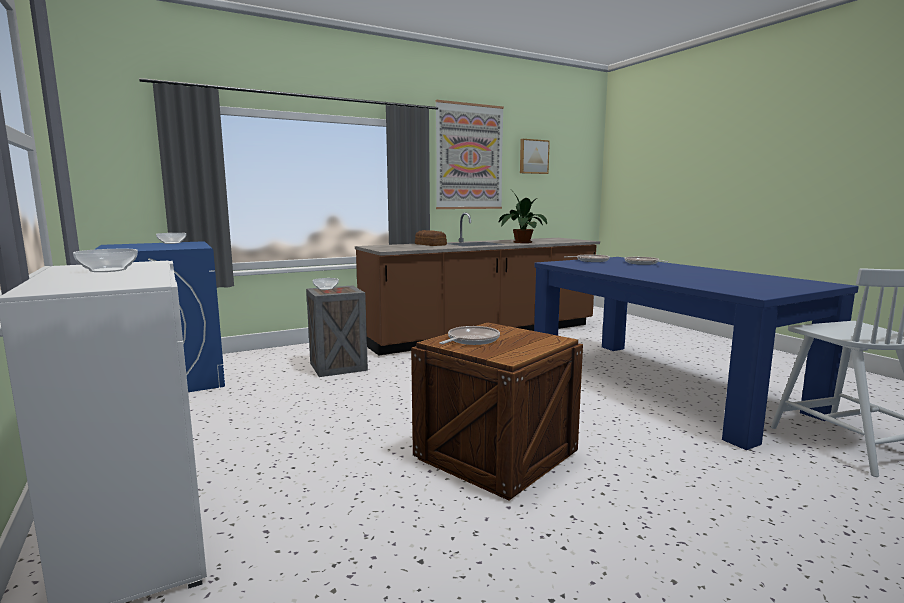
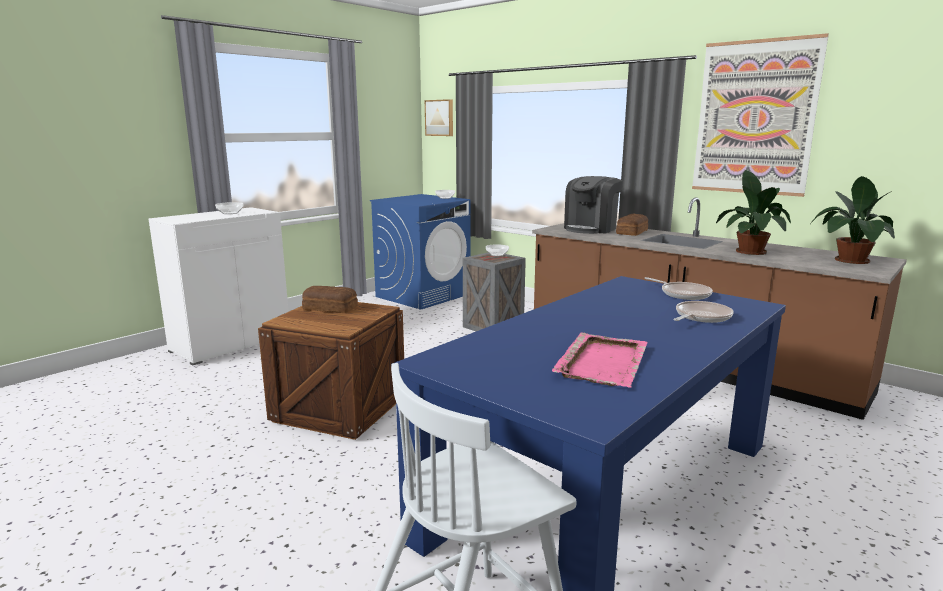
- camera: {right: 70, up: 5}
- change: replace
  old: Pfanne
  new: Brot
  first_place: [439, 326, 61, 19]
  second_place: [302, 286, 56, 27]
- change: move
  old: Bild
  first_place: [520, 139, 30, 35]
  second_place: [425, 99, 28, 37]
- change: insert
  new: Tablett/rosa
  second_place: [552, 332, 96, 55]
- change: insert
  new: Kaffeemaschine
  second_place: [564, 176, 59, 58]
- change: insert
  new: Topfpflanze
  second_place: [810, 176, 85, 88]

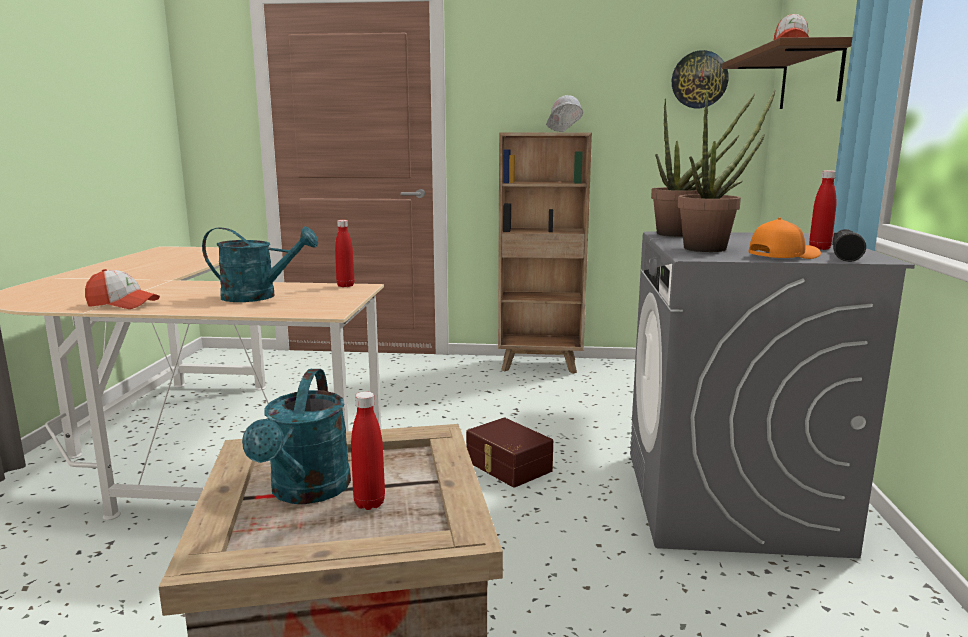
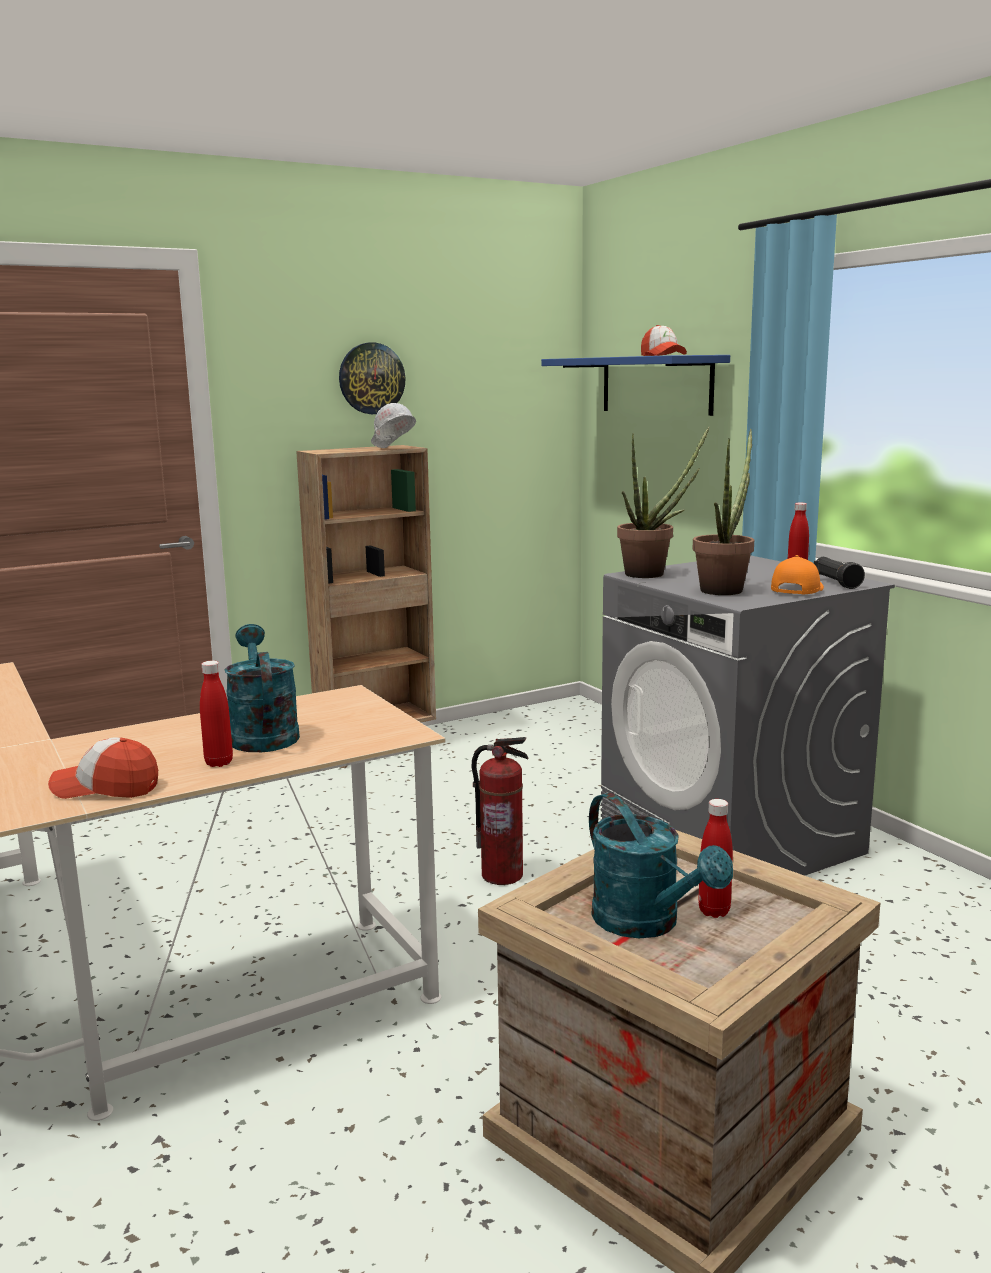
- camera: {right: -35, up: 0}
- change: rotate
  old: Kappe
  first_place: [85, 269, 75, 40]
  second_place: [48, 737, 110, 62]
  degrees: -150
- change: rotate
  old: Gießkanne/türkis
  first_place: [202, 227, 116, 75]
  second_place: [225, 624, 75, 128]
  degrees: -75
- change: move
  old: Flasche/rot
  first_place: [335, 220, 19, 67]
  second_place: [200, 661, 33, 106]
- change: replace
  old: Aufbewahrungsbox/braun
  new: Feuerlöscher
  first_place: [466, 417, 87, 71]
  second_place: [472, 737, 57, 148]
- change: move
  old: Wanduhr
  first_place: [672, 50, 57, 58]
  second_place: [339, 343, 66, 71]
- change: recolor
  old: Wandregal/braun
  new: Wandregal/blau
  first_place: [722, 37, 130, 72]
  second_place: [541, 355, 189, 61]

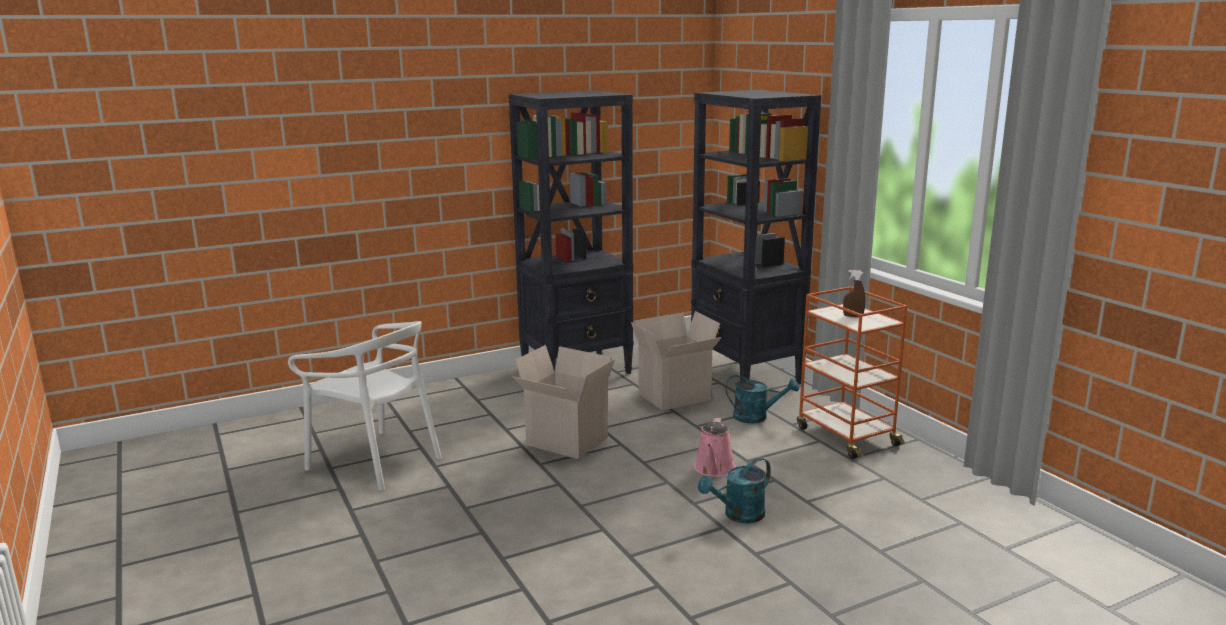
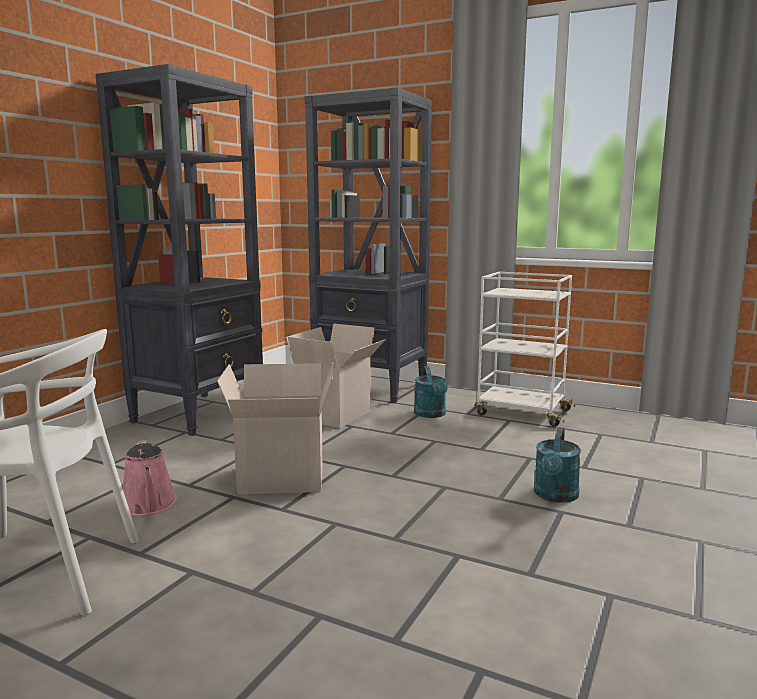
- camera: {right: -35, up: -5}
- change: move
  old: Gießkanne/rosa
  first_place: [694, 418, 42, 59]
  second_place: [123, 440, 54, 76]
- change: rotate
  old: Gießkanne/türkis
  first_place: [726, 375, 73, 48]
  second_place: [414, 366, 34, 52]
  degrees: 105
- change: recolor
  old: Rollwagen/orange
  new: Rollwagen/weiß
  first_place: [797, 286, 110, 173]
  second_place: [475, 272, 100, 155]
- change: delete
  old: Sprühflasche/braun
  first_place: [843, 270, 22, 47]

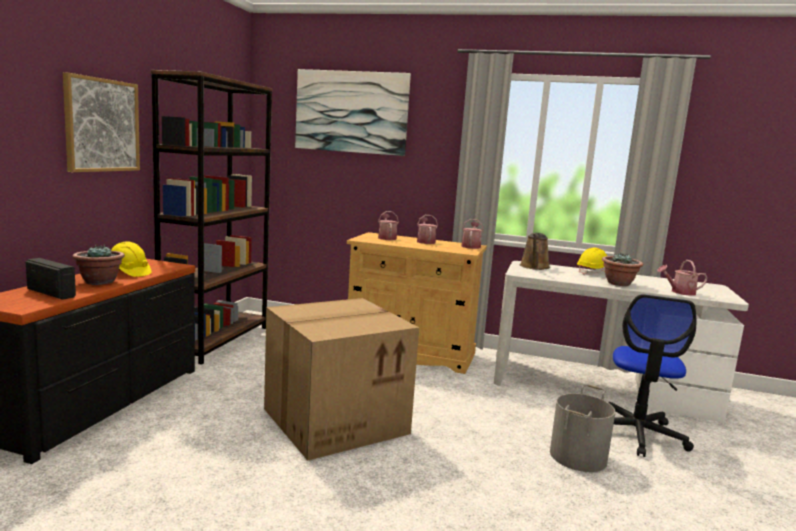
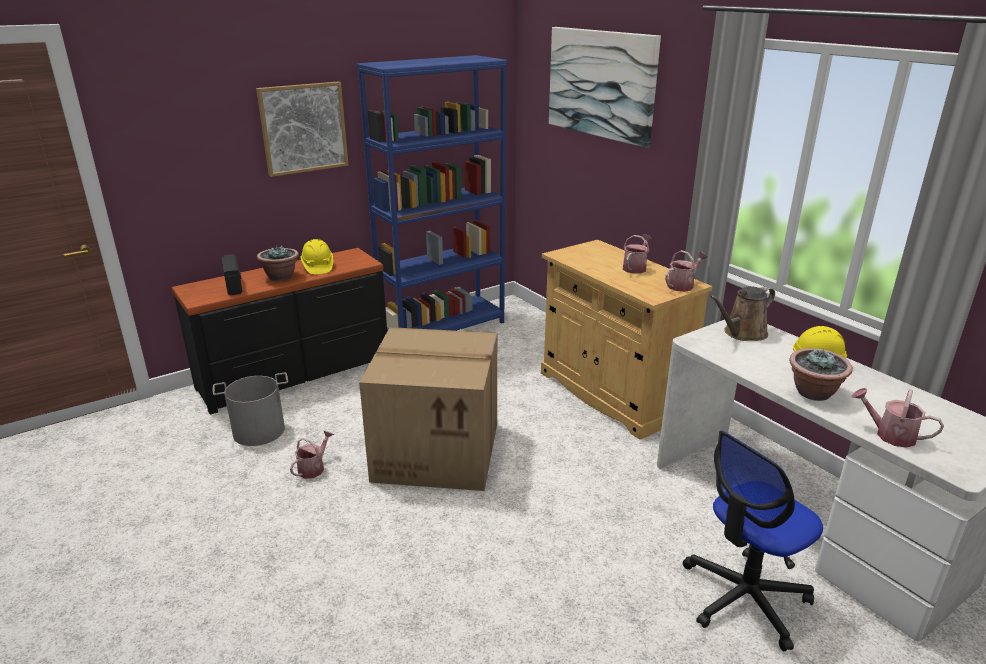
- camera: {right: 40, up: 15}
- change: recolor
  old: Bücherregal/braun
  new: Bücherregal/blau
  first_place: [151, 70, 122, 295]
  second_place: [357, 55, 150, 276]
- change: move
  old: Gießkanne
  first_place: [378, 211, 21, 29]
  second_place: [290, 430, 44, 49]
- change: move
  old: Eimer/grau
  first_place: [550, 384, 65, 88]
  second_place: [213, 373, 75, 73]

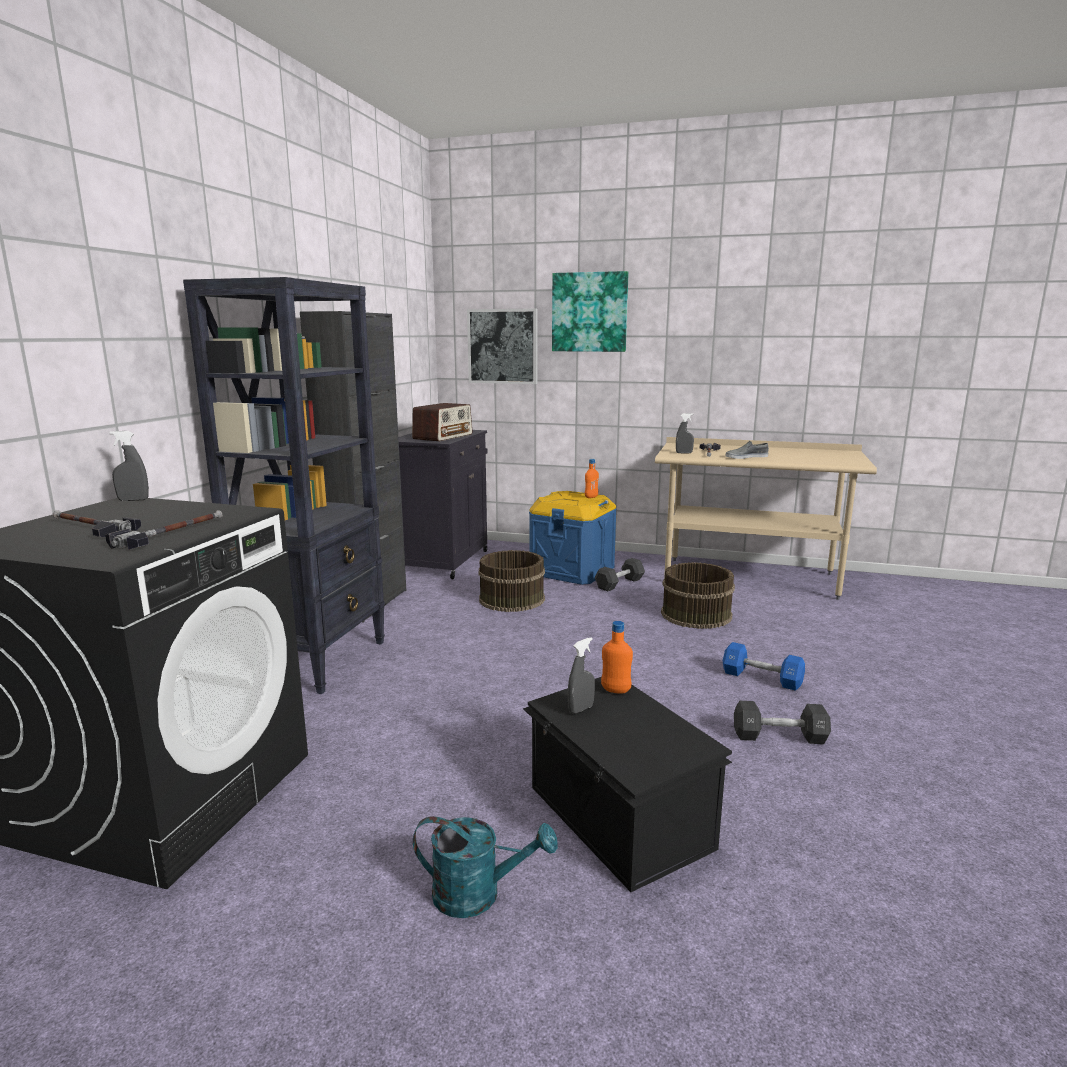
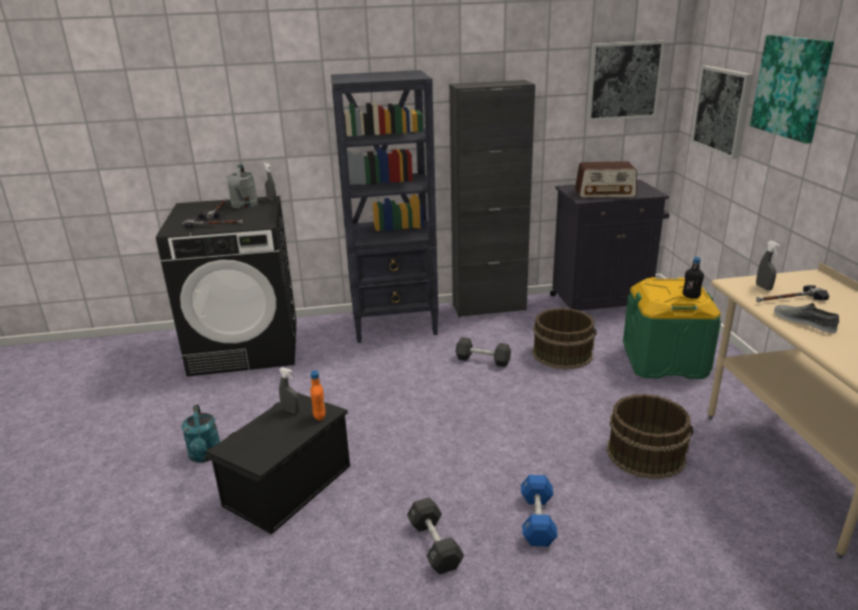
- camera: {right: 65, up: 10}
- change: recolor
  old: Aufbewahrungsbox/blau
  new: Aufbewahrungsbox/grün
  first_place: [529, 491, 88, 94]
  second_place: [623, 277, 98, 102]
- change: recolor
  old: Flasche/orange
  new: Flasche/schwarz
  first_place: [585, 459, 14, 39]
  second_place: [683, 257, 21, 42]
- change: move
  old: Hantel/schwarz
  first_place: [595, 558, 50, 33]
  second_place: [456, 337, 55, 30]
- change: insert
  new: Gießkanne/grau
  second_place: [226, 164, 32, 44]
- change: insert
  new: Bild
  second_place: [586, 41, 79, 80]

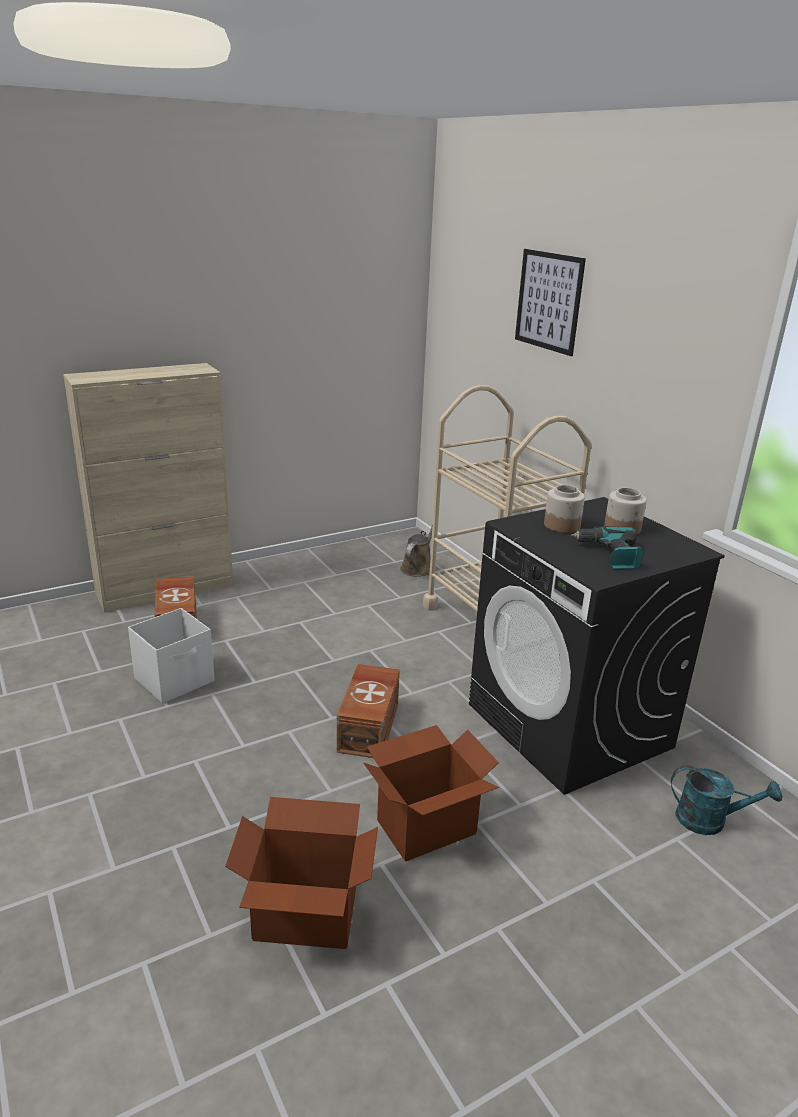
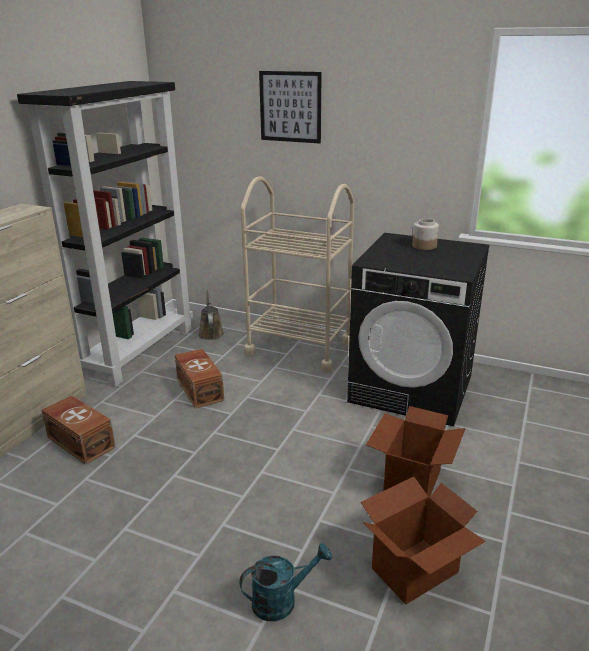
- camera: {right: -35, up: 0}
- change: delete
  old: Aufbewahrungsbox/weiß
  first_place: [128, 608, 87, 96]
- change: move
  old: Aufbewahrungsbox/braun
  first_place: [337, 664, 63, 94]
  second_place: [175, 349, 49, 60]
- change: delete
  old: Vorratsglas
  first_place: [544, 485, 41, 48]
- change: delete
  old: Bohrmaschine
  first_place: [571, 526, 72, 44]
- change: move
  old: Gießkanne/türkis
  first_place: [671, 765, 111, 70]
  second_place: [239, 543, 93, 78]
- change: insert
  new: Bücherregal/schwarz
  second_place: [17, 81, 176, 306]

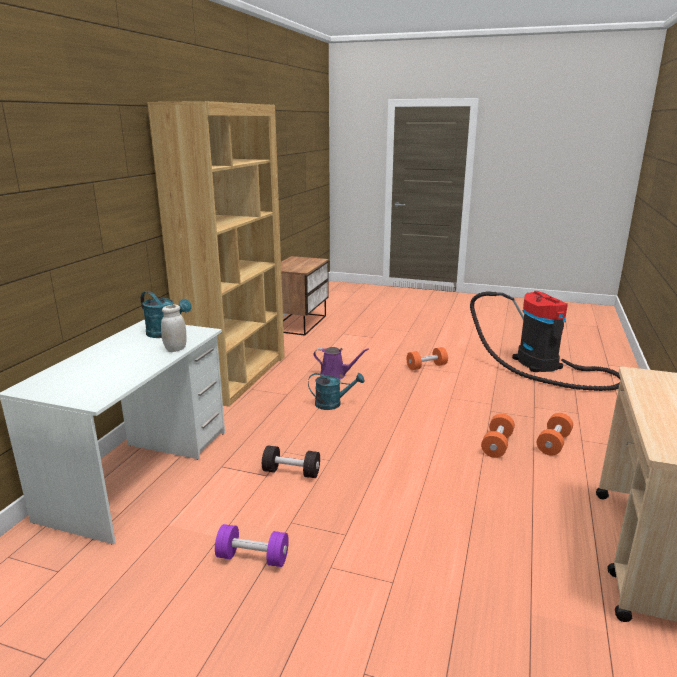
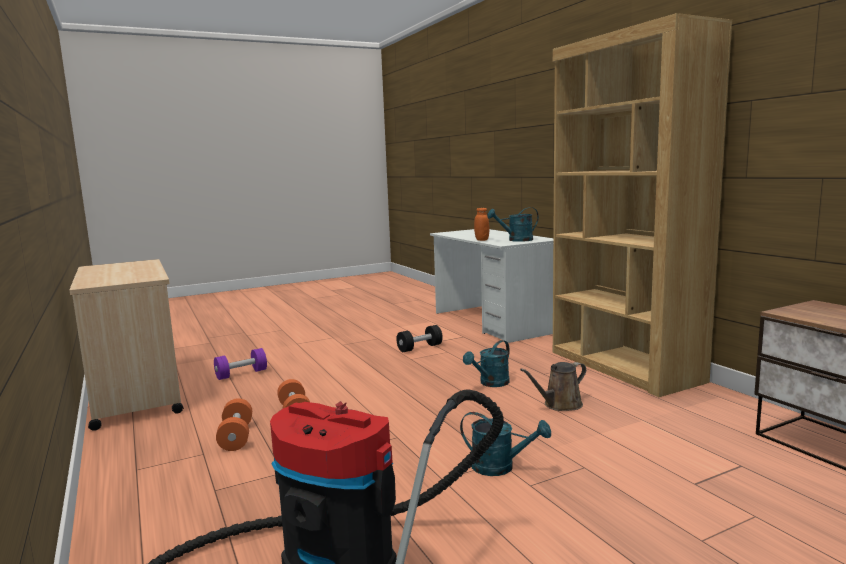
- camera: {right: 135, up: -10}
- change: recolor
  old: Vorratsglas/weiß
  new: Vorratsglas/orange
  first_place: [161, 305, 26, 47]
  second_place: [474, 208, 15, 33]
- change: move
  old: Hantel/lila
  first_place: [215, 524, 74, 43]
  second_place: [214, 348, 53, 32]
- change: recolor
  old: Gießkanne/lila
  new: Gießkanne/braun
  first_place: [313, 347, 56, 32]
  second_place: [520, 362, 66, 49]
- change: replace
  old: Hantel/orange
  new: Gießkanne/türkis
  first_place: [407, 347, 41, 23]
  second_place: [460, 412, 91, 64]

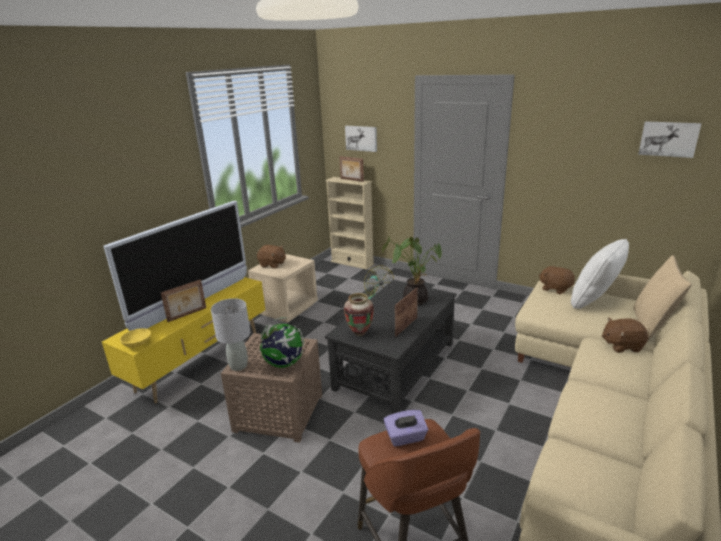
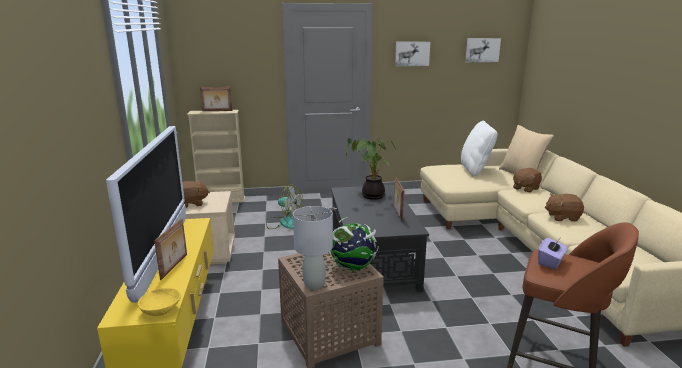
- camera: {right: -40, up: -5}
- change: delete
  old: Vase
  first_place: [344, 293, 30, 43]
- change: move
  old: Bild
  first_place: [345, 126, 32, 26]
  second_place: [395, 42, 35, 24]
- change: move
  old: Plüschtier/braun
  first_place: [539, 265, 36, 29]
  second_place: [545, 193, 39, 29]

